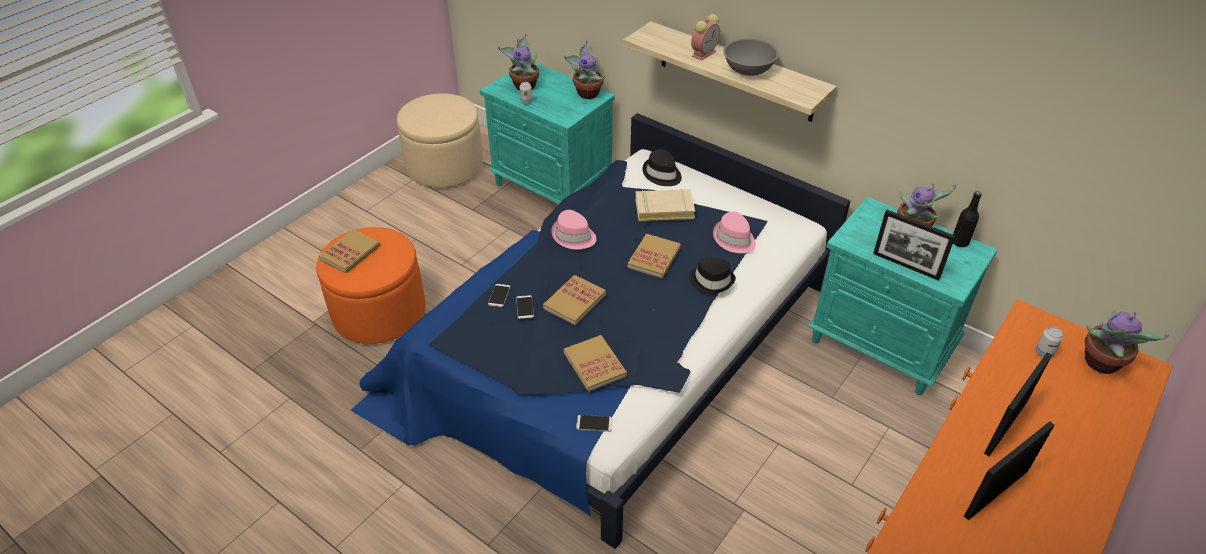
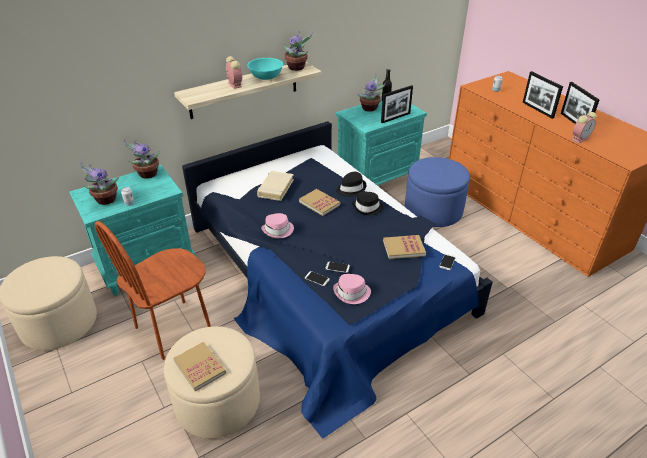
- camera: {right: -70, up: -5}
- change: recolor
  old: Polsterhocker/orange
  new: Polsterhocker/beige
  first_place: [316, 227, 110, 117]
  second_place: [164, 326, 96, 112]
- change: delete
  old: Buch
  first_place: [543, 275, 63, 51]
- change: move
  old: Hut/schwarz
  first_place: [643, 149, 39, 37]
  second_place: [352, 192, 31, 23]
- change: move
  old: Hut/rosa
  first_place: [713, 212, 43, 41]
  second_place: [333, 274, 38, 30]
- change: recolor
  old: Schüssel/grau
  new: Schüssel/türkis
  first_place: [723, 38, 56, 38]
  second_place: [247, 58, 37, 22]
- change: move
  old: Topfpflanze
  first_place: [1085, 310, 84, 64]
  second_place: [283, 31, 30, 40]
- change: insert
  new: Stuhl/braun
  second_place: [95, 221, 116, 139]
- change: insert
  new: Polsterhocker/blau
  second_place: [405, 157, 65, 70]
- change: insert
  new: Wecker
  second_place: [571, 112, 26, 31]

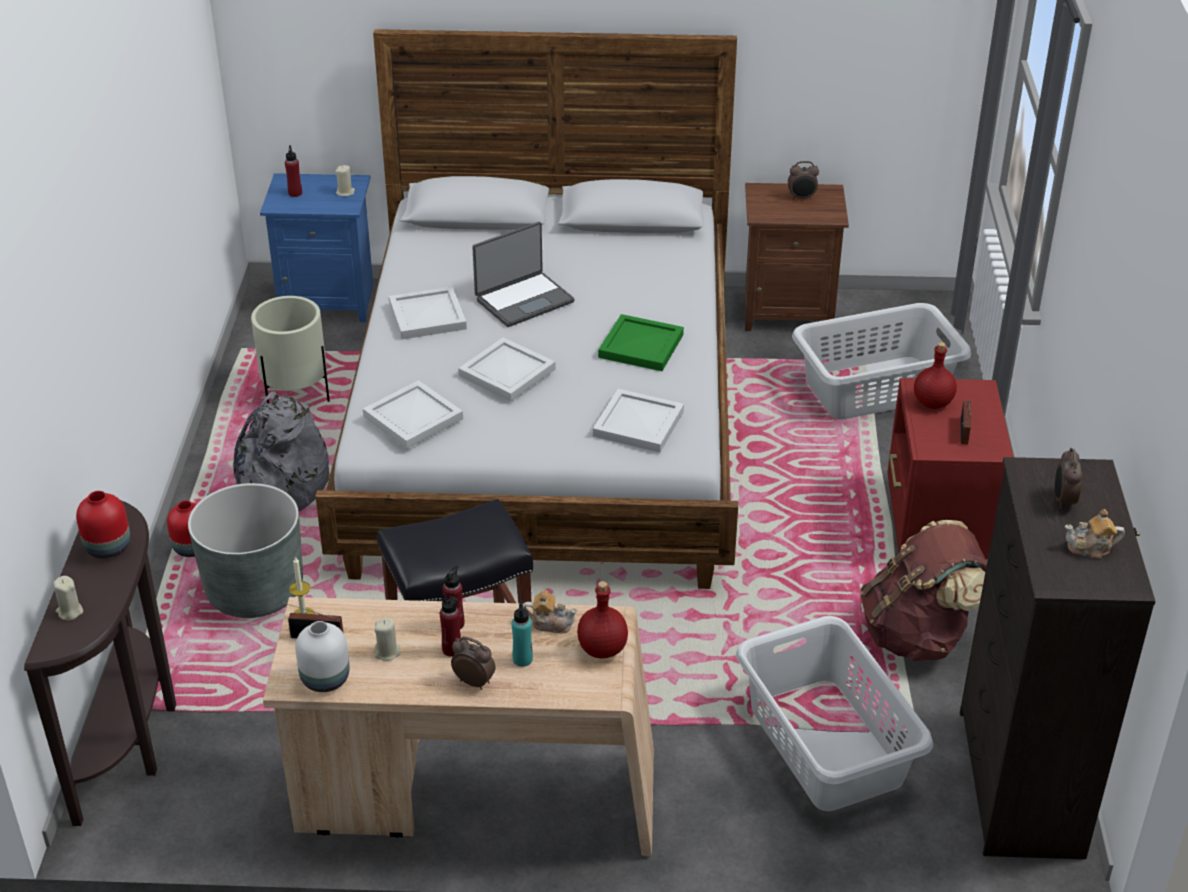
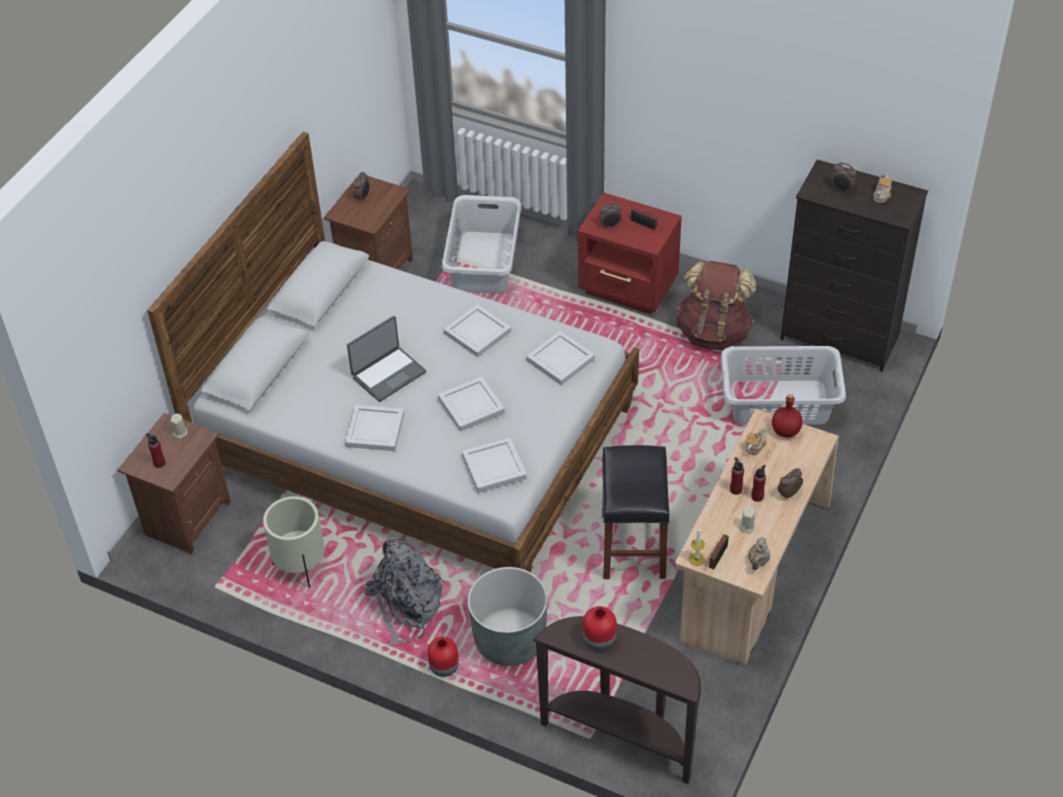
- camera: {right: -65, up: 10}
- change: delete
  old: Kerze/beige
  first_place: [53, 576, 30, 45]
- change: recolor
  old: Nachttisch/blau
  new: Nachttisch/braun
  first_place: [260, 173, 113, 149]
  second_place: [117, 413, 114, 142]
- change: replace
  old: Vase/weiß
  new: Teekanne/beige
  first_place: [295, 621, 55, 71]
  second_place: [748, 537, 22, 33]
- change: rotate
  old: Laptop
  first_place: [472, 222, 103, 105]
  second_place: [347, 316, 79, 86]
  degrees: 60
- change: delete
  old: Flasche/türkis
  first_place: [511, 600, 22, 67]
- change: recolor
  old: Tablett/grün
  new: Tablett/weiß
  first_place: [598, 314, 86, 57]
  second_place: [444, 304, 67, 53]
- change: replace
  old: Flasche/rot
  new: Wecker
  first_place: [914, 342, 43, 67]
  second_place: [599, 202, 23, 27]

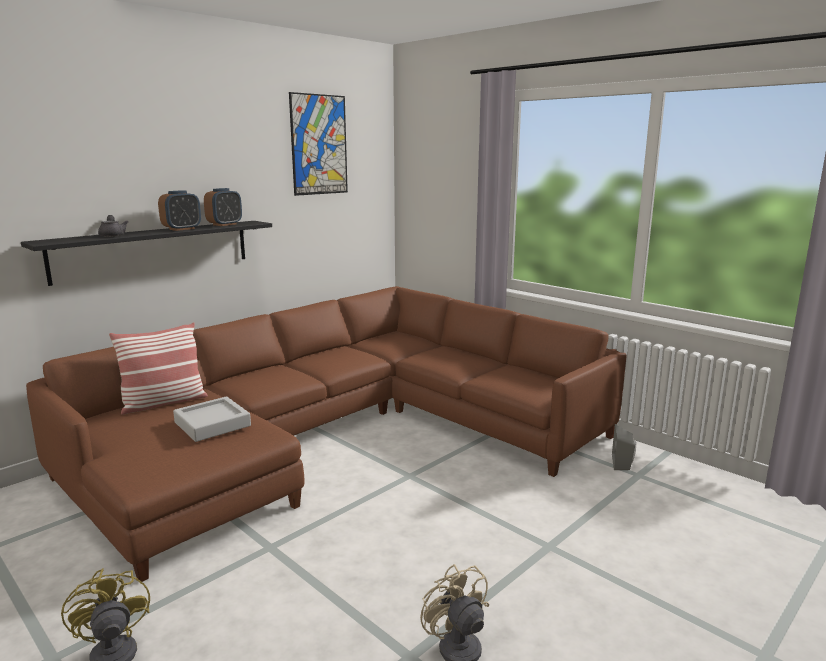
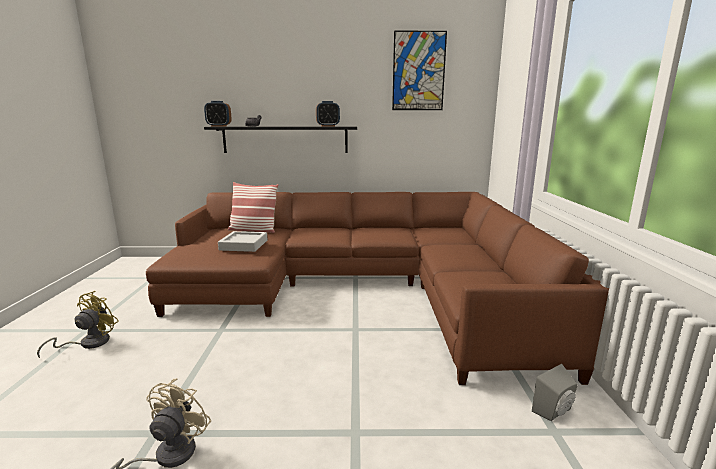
- camera: {right: 45, up: 0}
- change: move
  old: Wecker
  first_place: [158, 190, 43, 41]
  second_place: [204, 101, 28, 26]

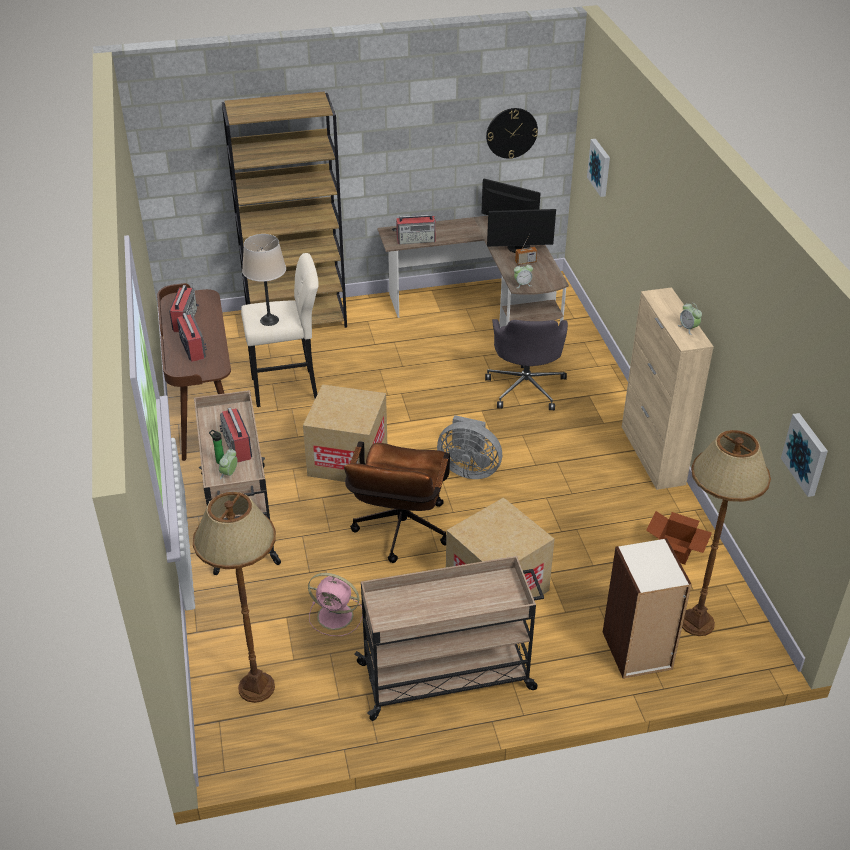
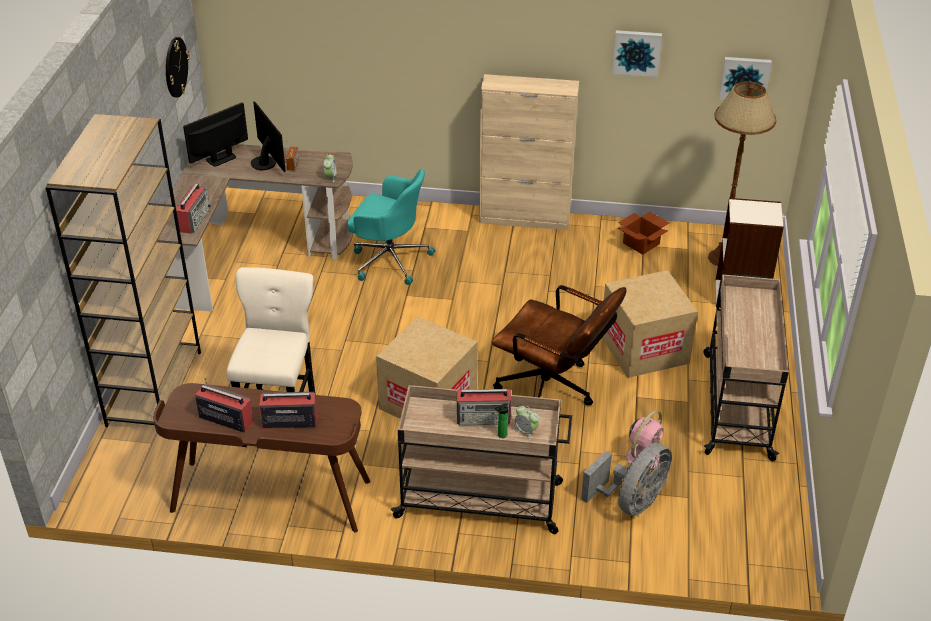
- camera: {right: -70, up: 0}
- change: delete
  old: Stehlampe/braun
  first_place: [193, 492, 83, 211]
- change: delete
  old: Tischlampe/beige
  first_place: [242, 234, 44, 92]
- change: move
  old: Ventilator/grau
  first_place: [437, 415, 65, 64]
  second_place: [581, 443, 91, 73]
- change: recolor
  old: Bürostuhl/grau
  new: Bürostuhl/türkis
  first_place: [485, 319, 83, 91]
  second_place: [347, 169, 89, 116]
- change: rotate
  old: Monitor
  first_place: [487, 209, 69, 44]
  second_place: [251, 101, 35, 71]
  degrees: -45
- change: move
  old: Bild
  first_place: [587, 139, 23, 58]
  second_place: [612, 30, 50, 47]
- change: delete
  old: Wecker
  first_place: [678, 303, 24, 32]

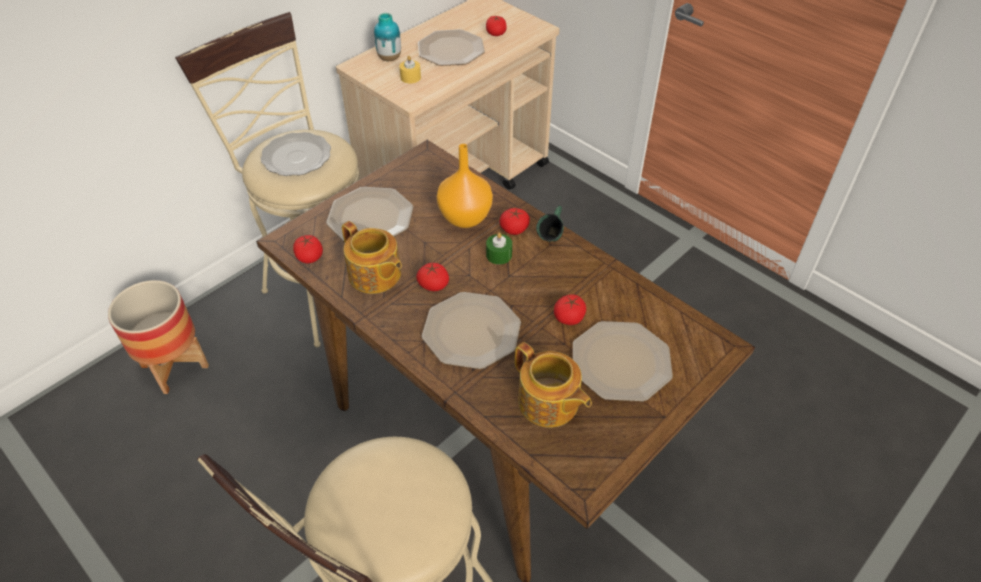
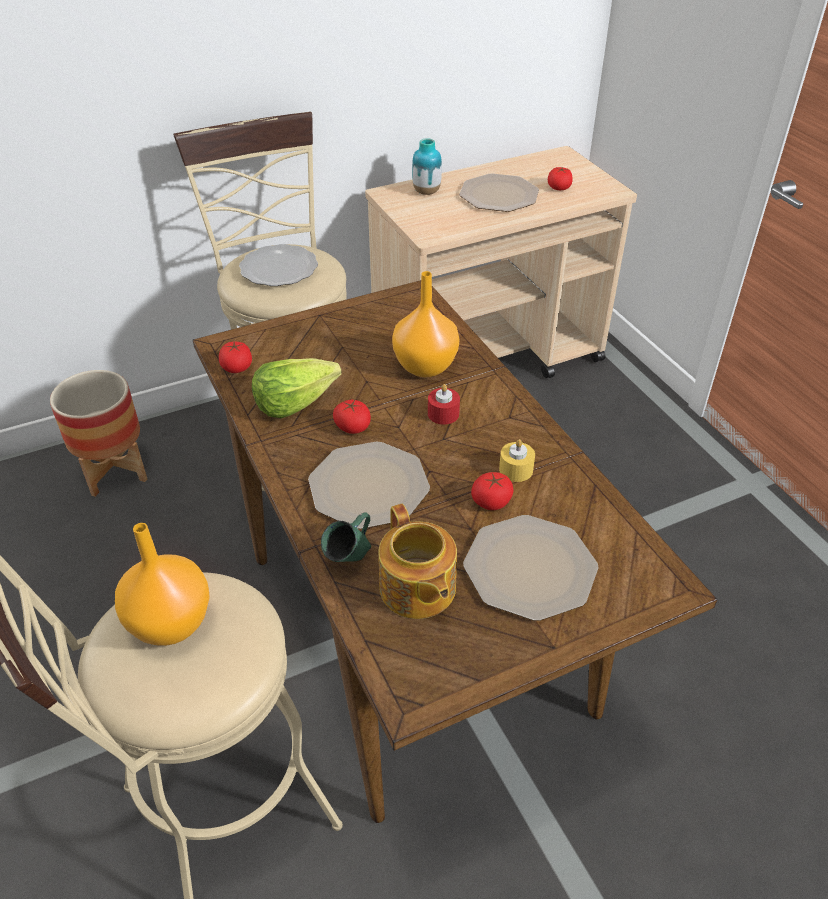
- camera: {right: 20, up: -5}
- change: delete
  old: Teller
  first_place: [326, 187, 87, 54]
- change: replace
  old: Teekanne
  new: Salatkopf
  first_place: [342, 221, 60, 73]
  second_place: [252, 358, 90, 60]
- change: move
  old: Kerze/gelb
  first_place: [399, 56, 22, 27]
  second_place: [499, 439, 36, 43]
- change: recolor
  old: Kerze/grün
  new: Kerze/rot
  first_place: [486, 232, 26, 33]
  second_place: [428, 384, 32, 41]
- change: delete
  old: Tomate
  first_place: [499, 208, 31, 27]
- change: move
  old: Henkelbecher/grün
  first_place: [536, 206, 28, 35]
  second_place: [321, 513, 50, 49]
- change: insert
  new: Vase/orange
  second_place: [115, 523, 95, 123]

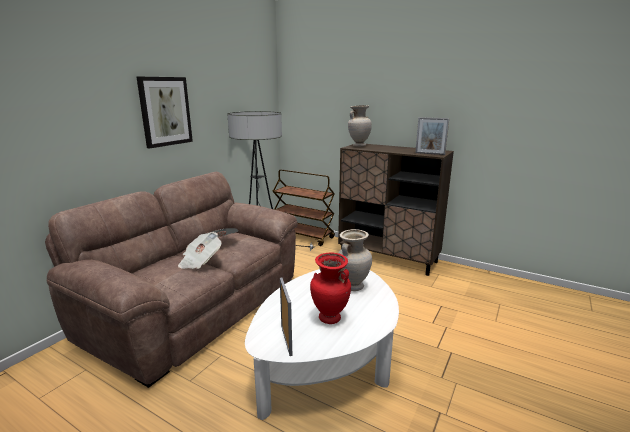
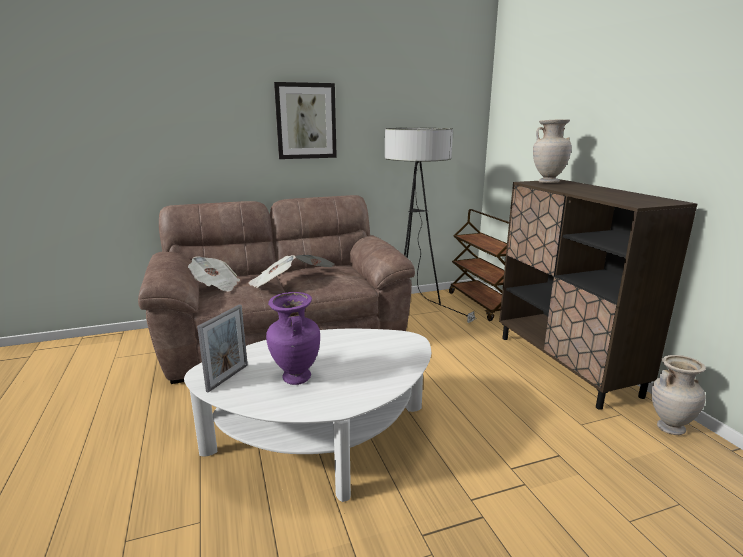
- camera: {right: 40, up: 0}
- change: recolor
  old: Vase/rot
  new: Vase/lila
  first_place: [310, 253, 41, 71]
  second_place: [266, 292, 54, 93]
- change: move
  old: Vase/beige
  first_place: [338, 229, 34, 62]
  second_place: [652, 355, 54, 80]
- change: delete
  old: Bilderrahmen
  first_place: [415, 117, 34, 38]
- change: insert
  new: Zeitung
  second_place: [188, 256, 52, 36]

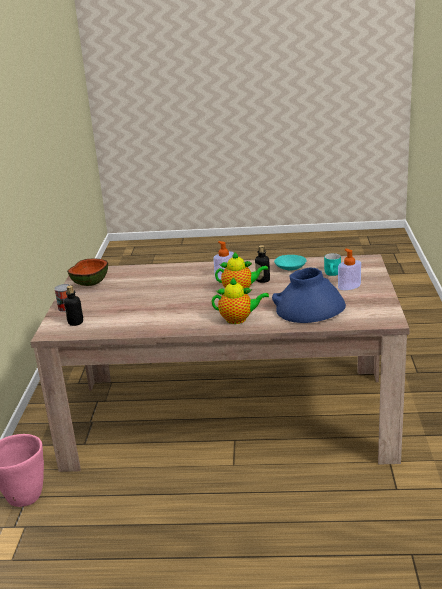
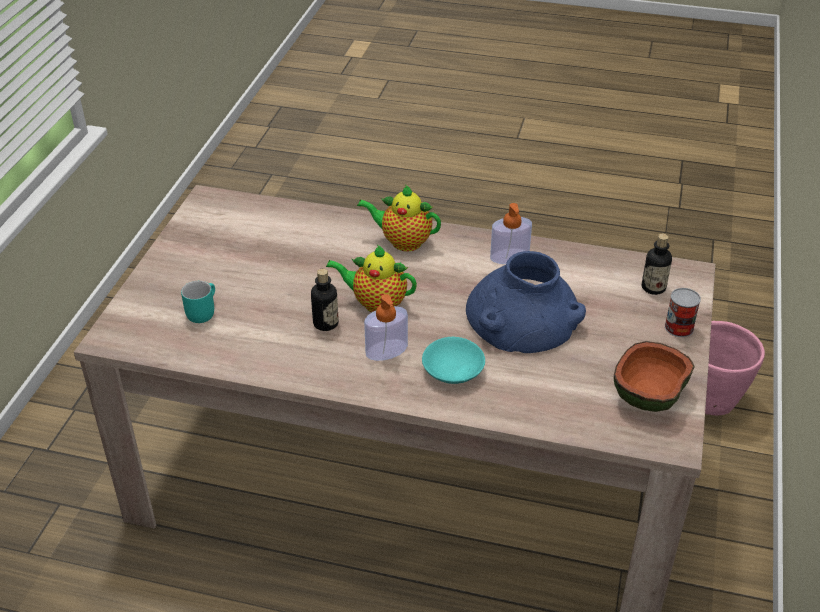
- camera: {right: -170, up: 15}
- change: move
  old: Vase/blau
  first_place: [272, 268, 74, 55]
  second_place: [466, 251, 120, 102]
- change: move
  old: Schüssel/türkis
  first_place: [274, 255, 33, 16]
  second_place: [422, 337, 63, 47]
- change: move
  old: Seifenspender
  first_place: [338, 249, 23, 41]
  second_place: [490, 203, 42, 61]

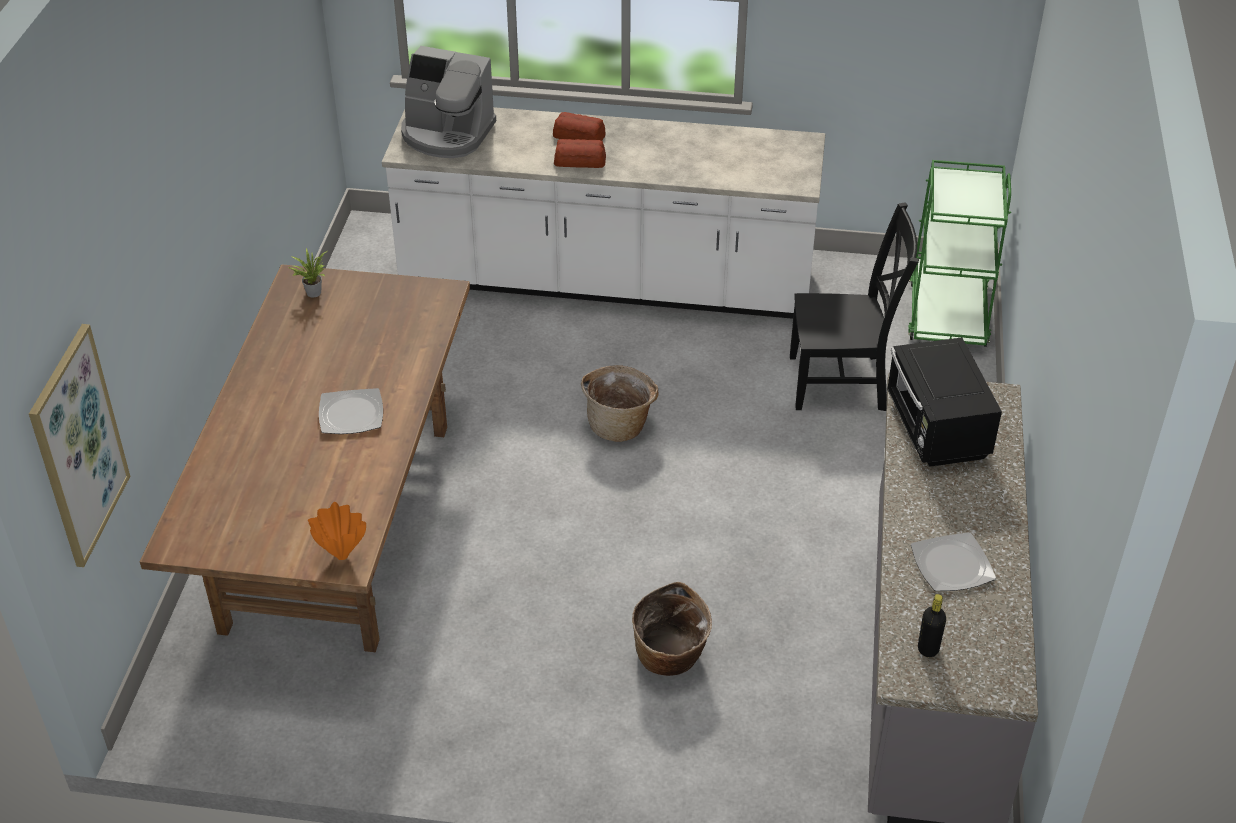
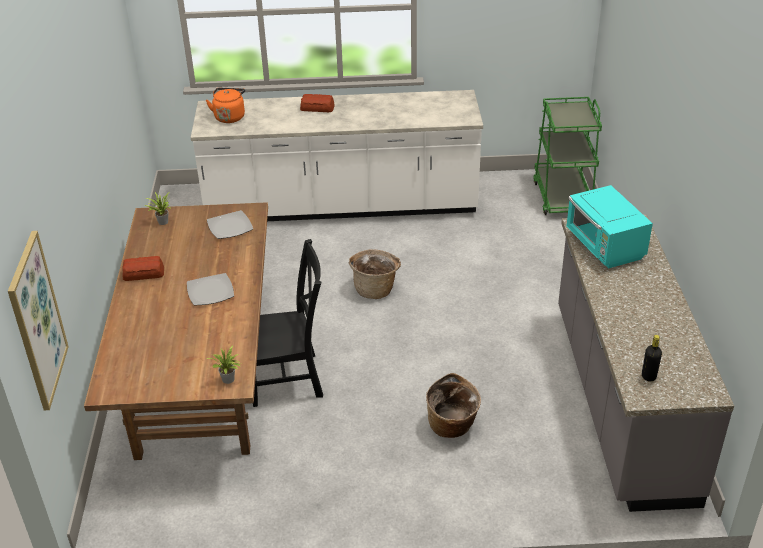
- camera: {right: -10, up: -5}
- change: replace
  old: Vase/orange
  new: Topfpflanze
  first_place: [308, 502, 58, 58]
  second_place: [207, 345, 33, 39]
- change: replace
  old: Kaffeemaschine
  new: Wasserkessel/orange
  first_place: [401, 46, 95, 112]
  second_place: [206, 88, 39, 35]
- change: move
  old: Brot
  first_place: [554, 139, 52, 29]
  second_place: [122, 256, 42, 25]
- change: move
  old: Stuhl/schwarz
  first_place: [790, 202, 129, 209]
  second_place: [253, 239, 70, 168]
- change: recolor
  old: Mikrowelle/schwarz
  new: Mikrowelle/türkis
  first_place: [887, 338, 115, 129]
  second_place: [566, 185, 87, 83]
- change: move
  old: Teller
  first_place: [911, 532, 85, 59]
  second_place: [207, 210, 46, 29]

